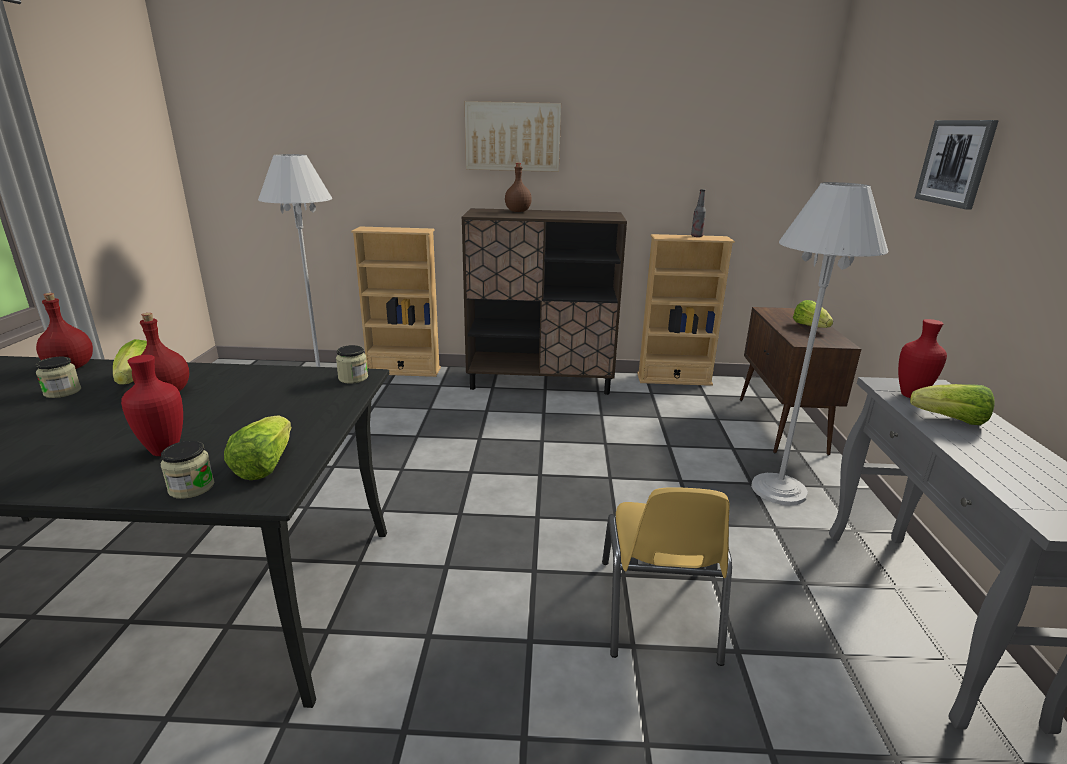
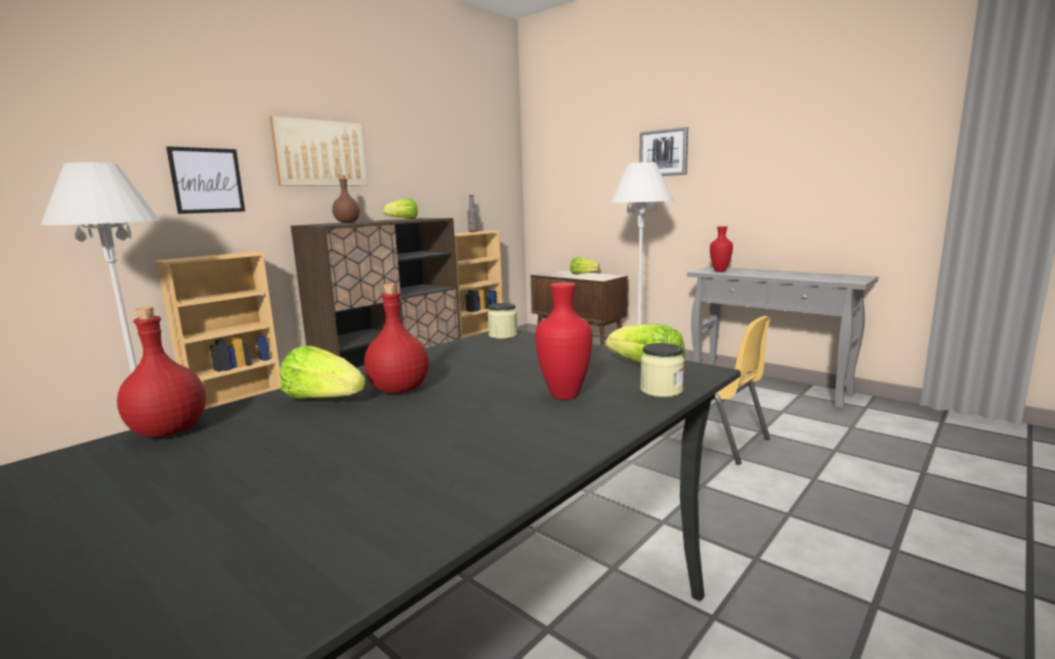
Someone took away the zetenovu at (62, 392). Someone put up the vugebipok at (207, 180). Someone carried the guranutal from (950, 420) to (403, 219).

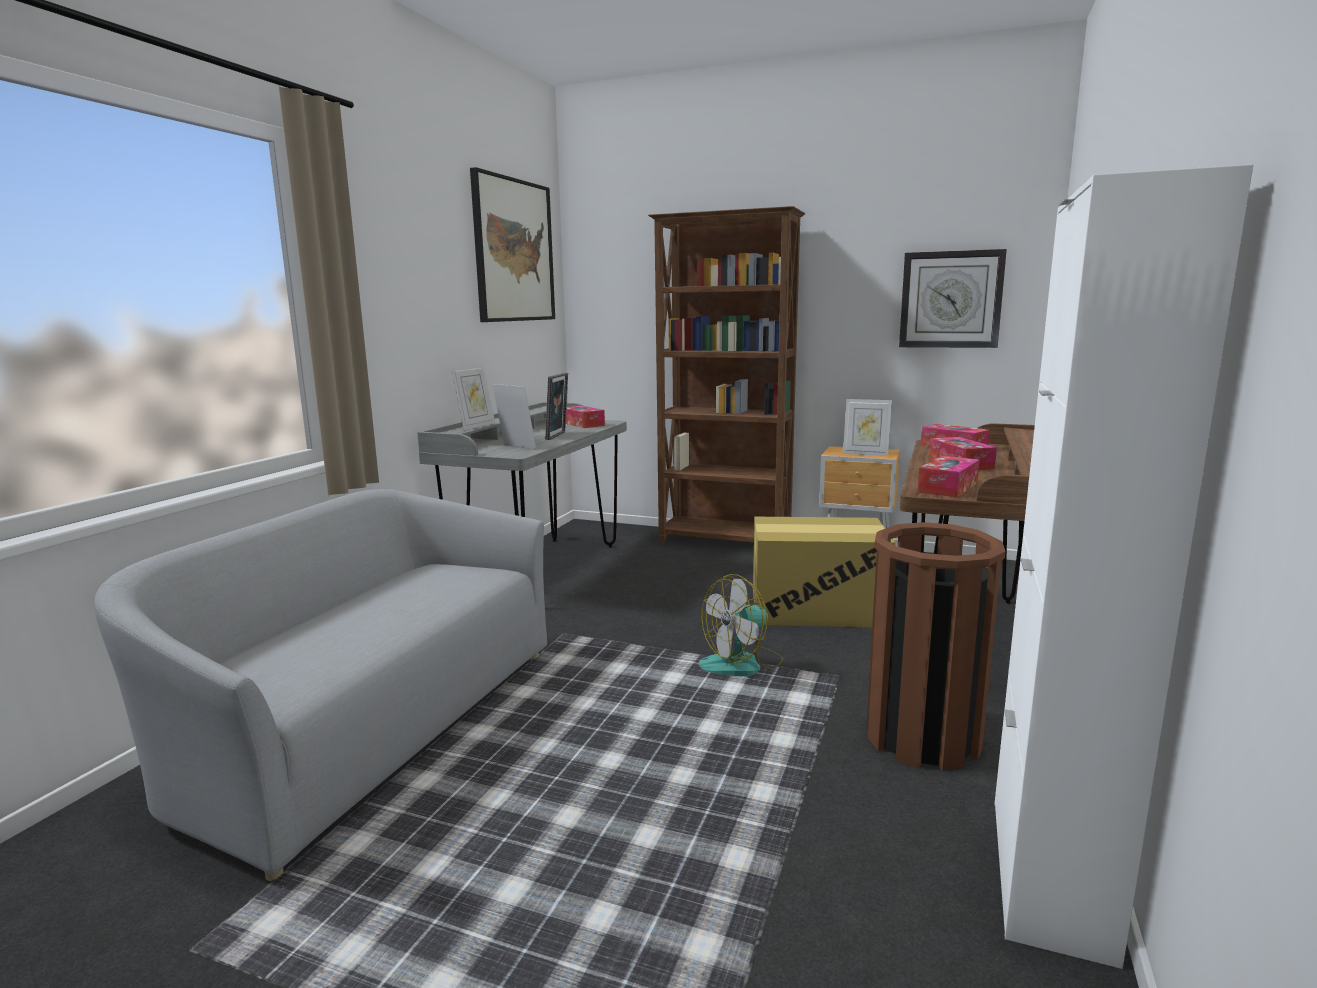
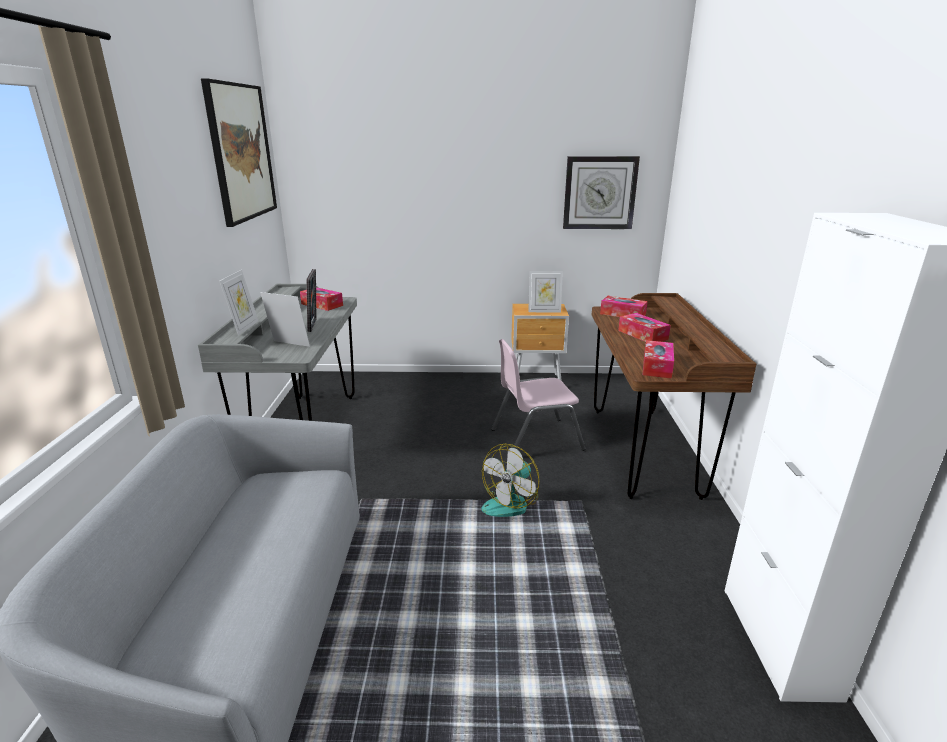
Someone took away the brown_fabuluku at (725, 543). Someone took away the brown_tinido at (923, 738). Someone swapped the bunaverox at (816, 609) for the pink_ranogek at (535, 439).

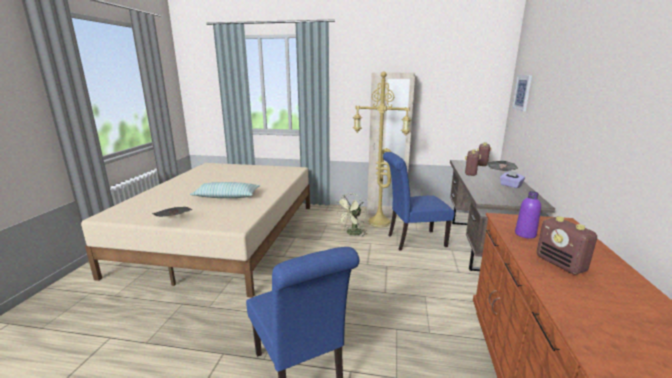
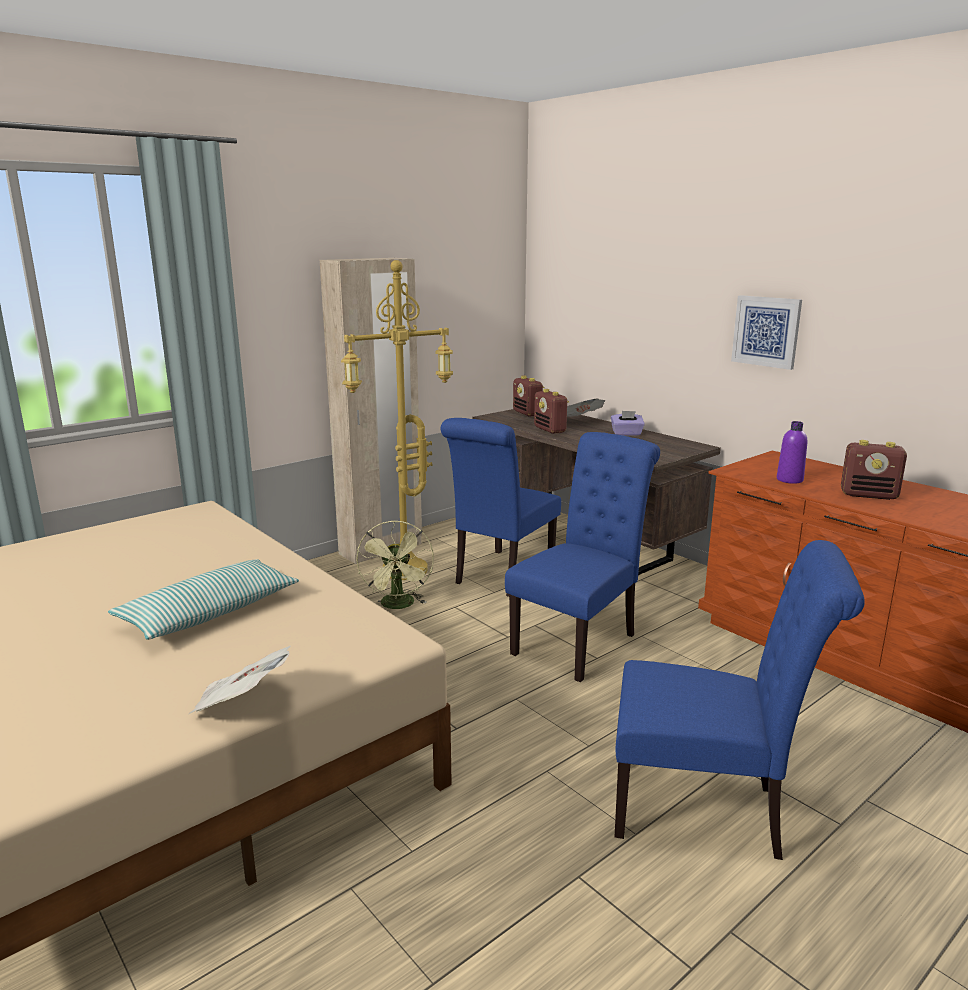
Someone put down the blue_ranogek at (580, 641). Someone carried the vugebipok from (522, 92) to (766, 331).

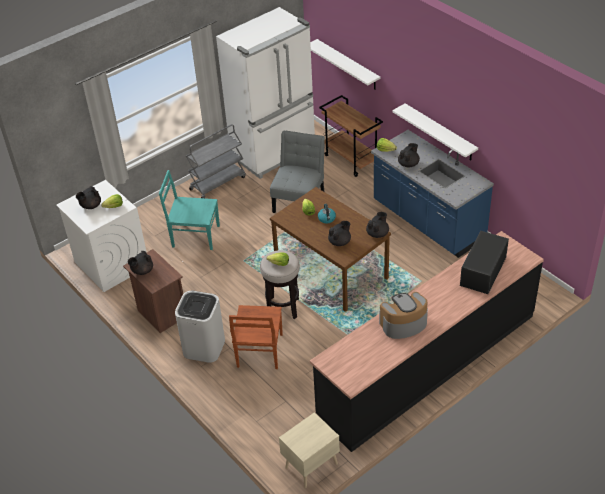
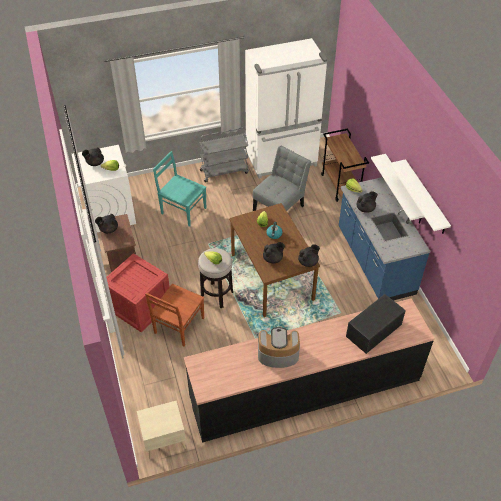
Someone carried the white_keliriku from (348, 65) to (425, 197). Someone swapped the white_tinido at (203, 347) for the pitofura at (139, 306).

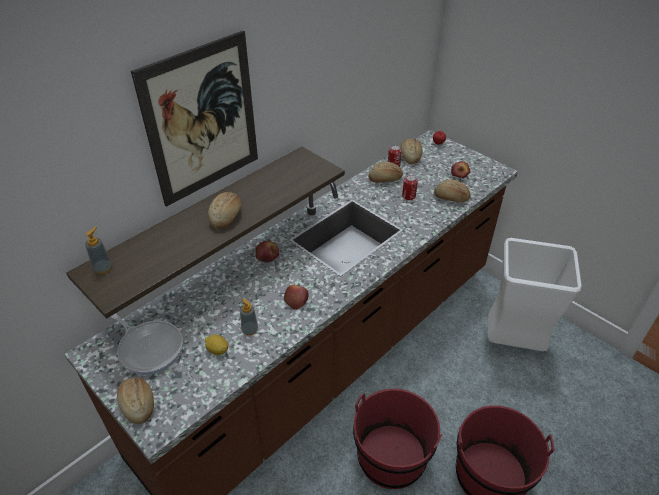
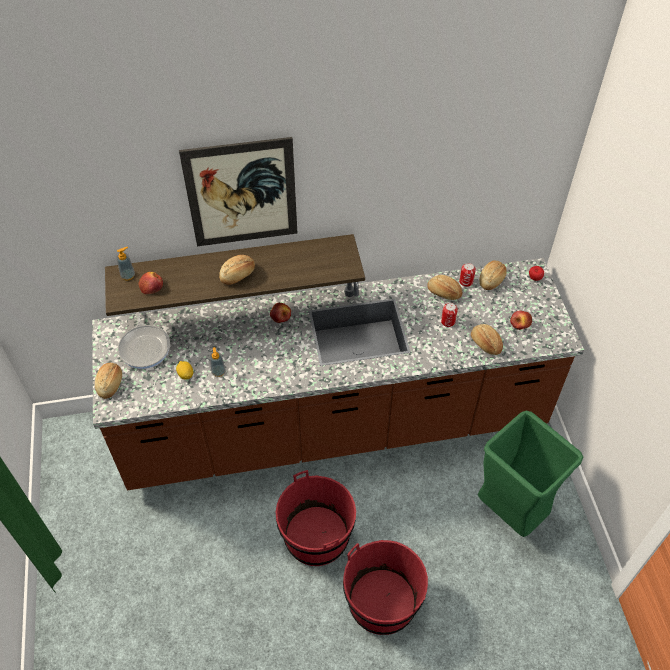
Someone carried the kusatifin from (296, 299) to (151, 286). Someone repainted the white_tinido at (513, 343), which became the green_tinido at (510, 513).

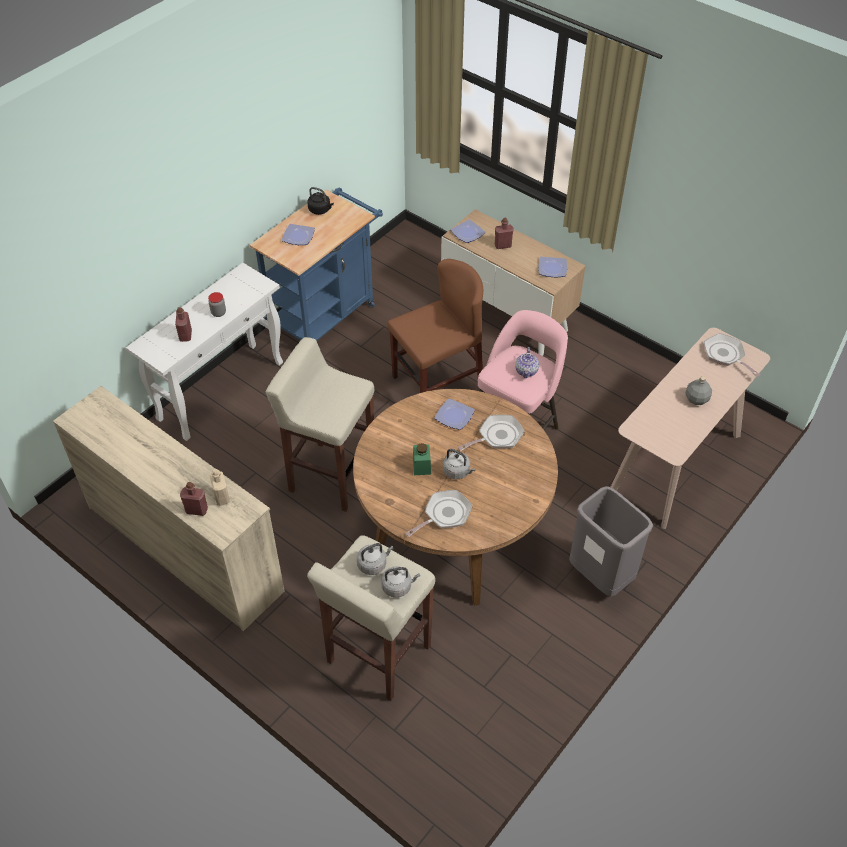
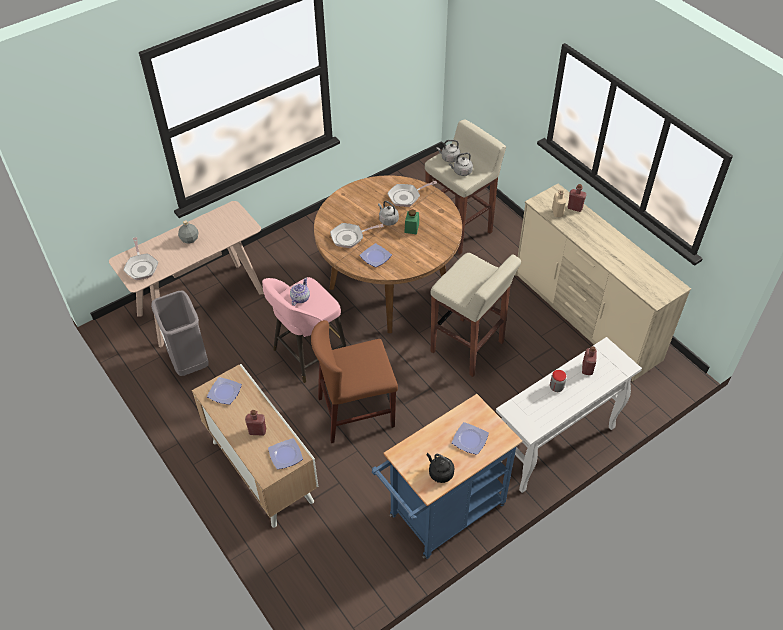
Someone carried the grey_tinido from (601, 576) to (189, 362).

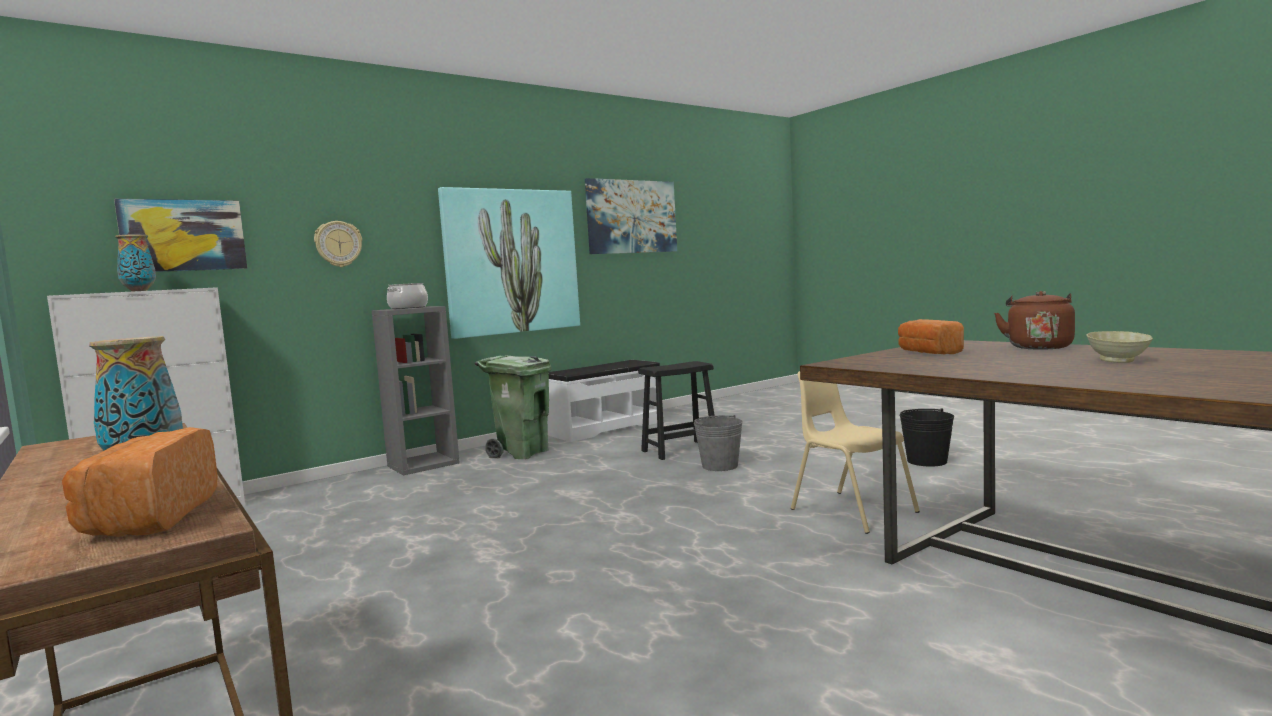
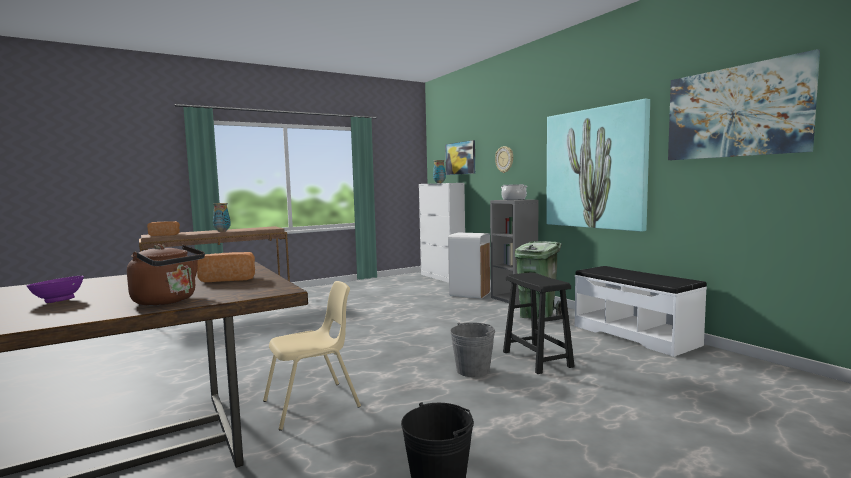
Someone put down the white_tinido at (470, 294). Someone repainted the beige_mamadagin at (1117, 361), which became the purple_mamadagin at (58, 300).

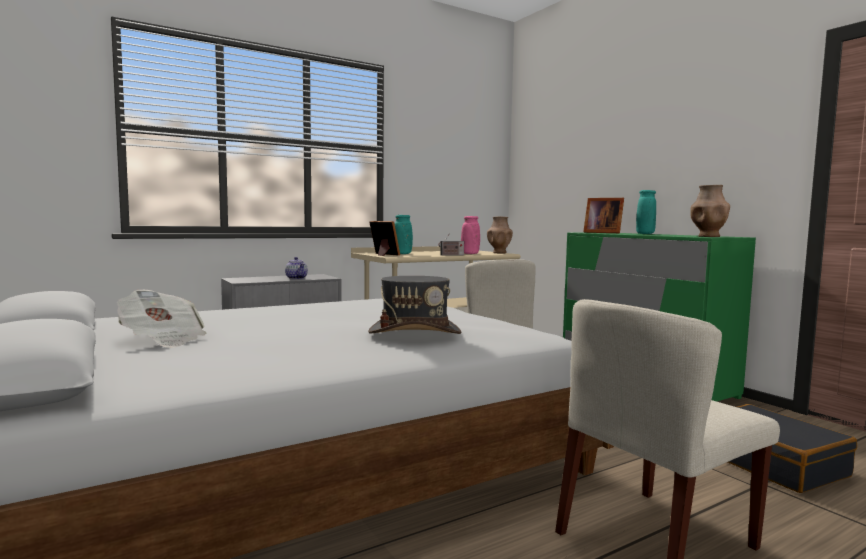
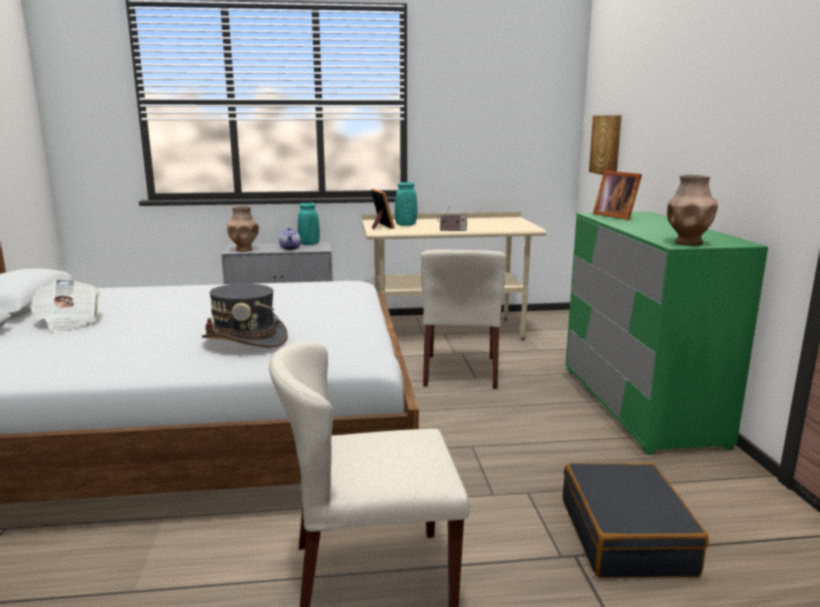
Someone took away the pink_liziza at (470, 254). Someone put up the vugebipok at (606, 145). Someone carried the brown_liziza from (499, 253) to (244, 250). Someone carried the turquoise_liziza from (645, 233) to (309, 244).

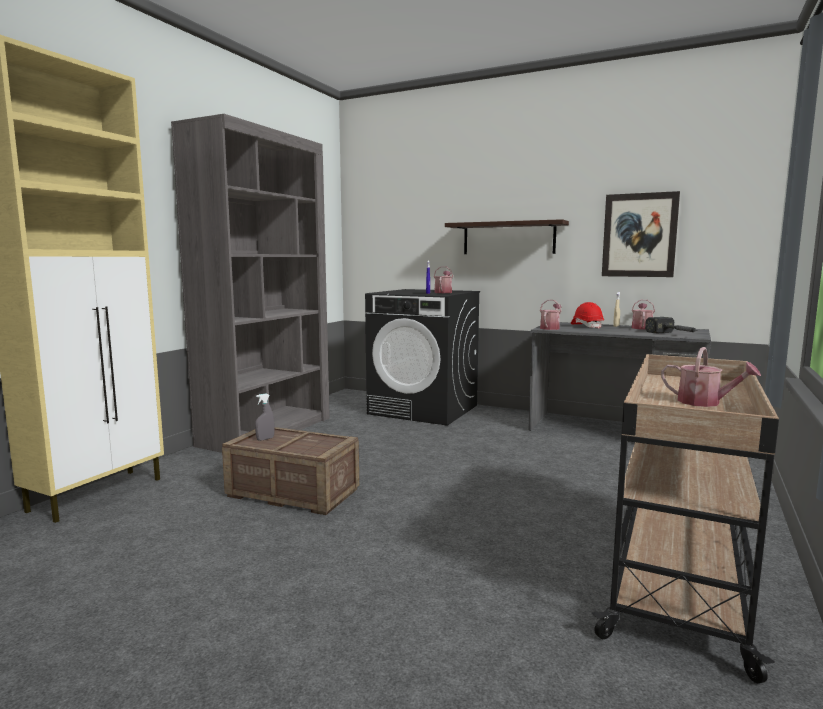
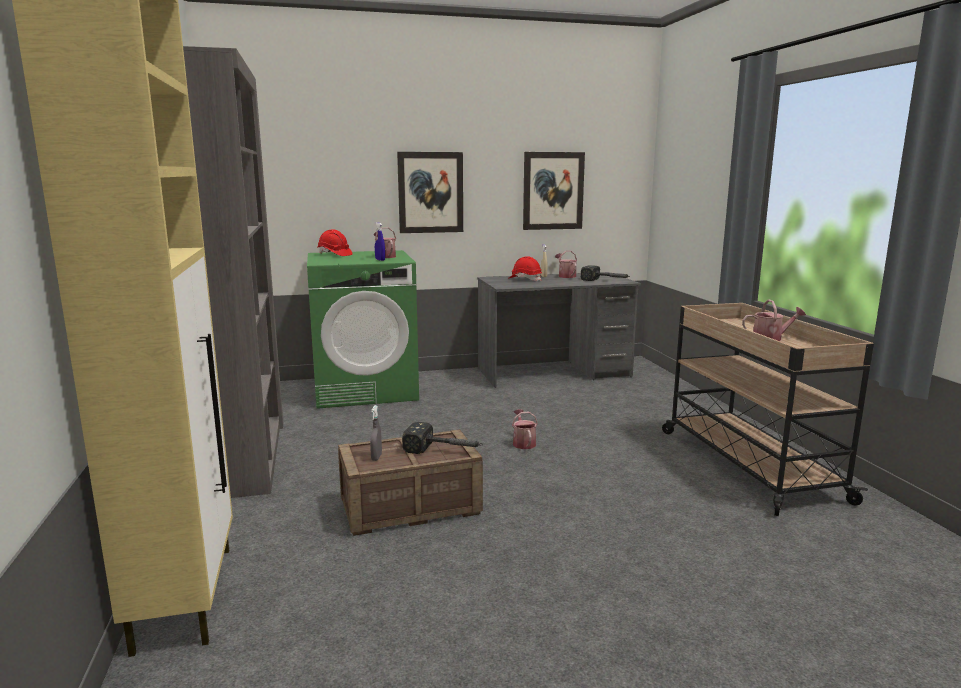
Someone put down the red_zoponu at (334, 254). Someone put down the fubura at (445, 450). Someone carried the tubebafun from (550, 328) to (523, 442). Someone swapped the keliriku at (508, 238) for the vugebipok at (430, 192). Someone repainted the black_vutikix at (424, 410), which became the green_vutikix at (366, 389).

